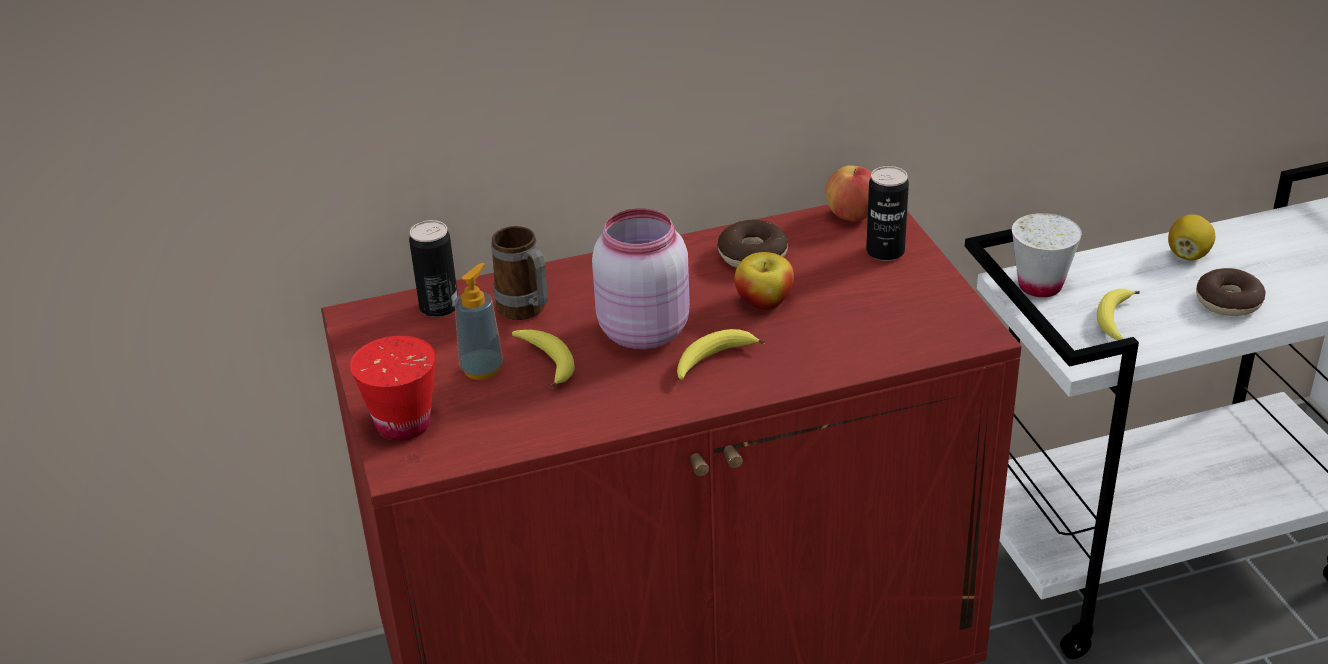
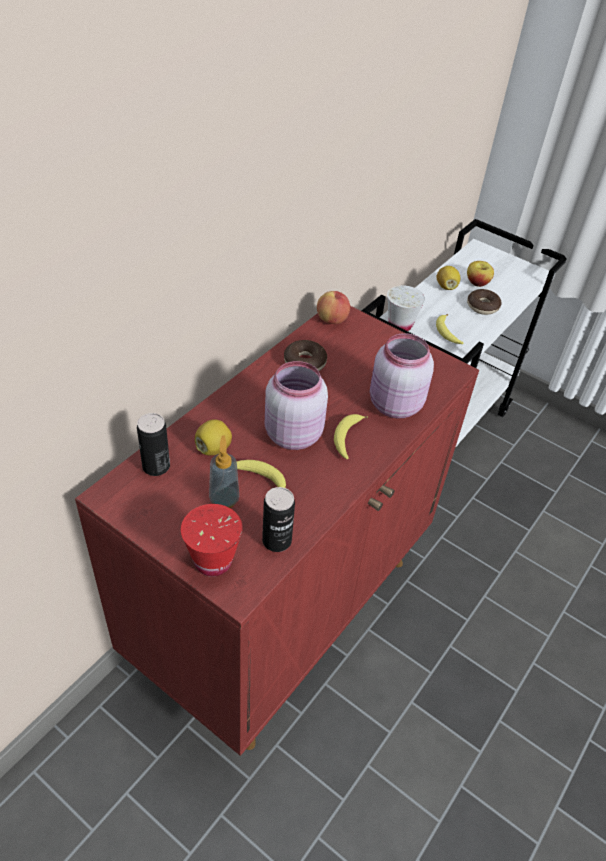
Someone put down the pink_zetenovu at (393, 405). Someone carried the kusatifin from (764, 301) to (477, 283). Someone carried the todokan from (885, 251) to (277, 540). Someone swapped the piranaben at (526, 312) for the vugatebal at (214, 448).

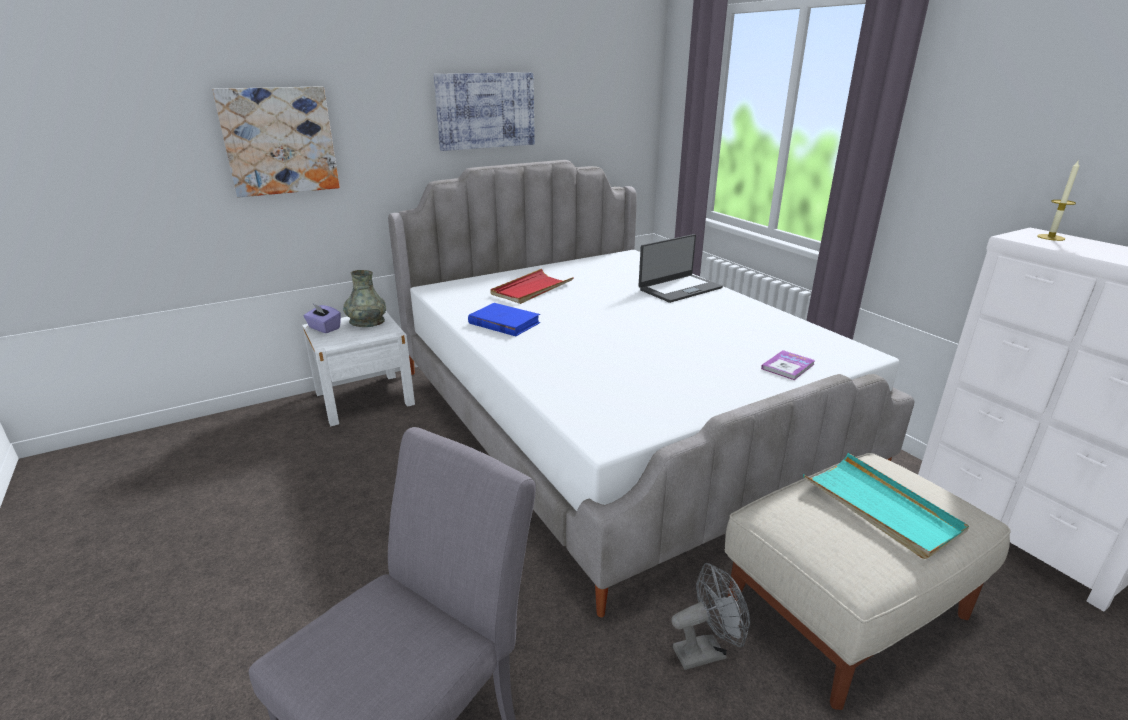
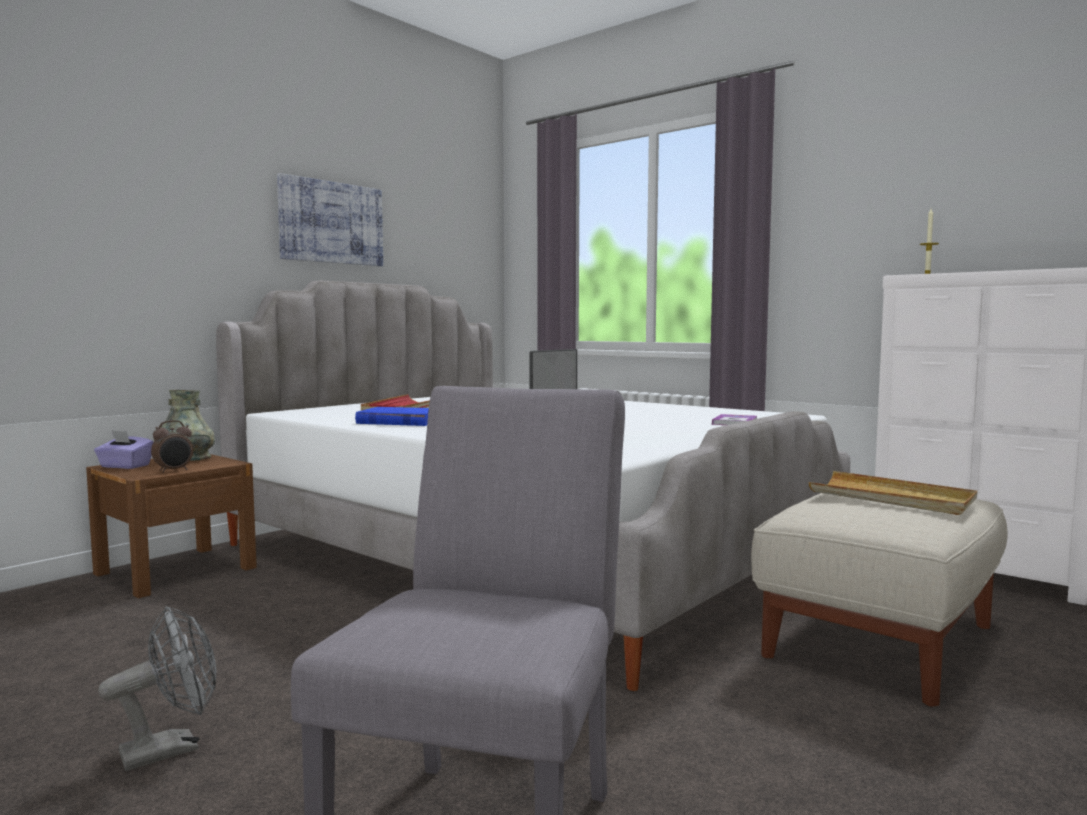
Someone took away the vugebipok at (279, 141). Someone put down the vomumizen at (174, 471). Someone carried the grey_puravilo from (706, 651) to (172, 748). Someone repainted the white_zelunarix at (364, 398), which became the brown_zelunarix at (175, 571). Someone repainted the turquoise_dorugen at (880, 507), which became the beige_dorugen at (892, 498).

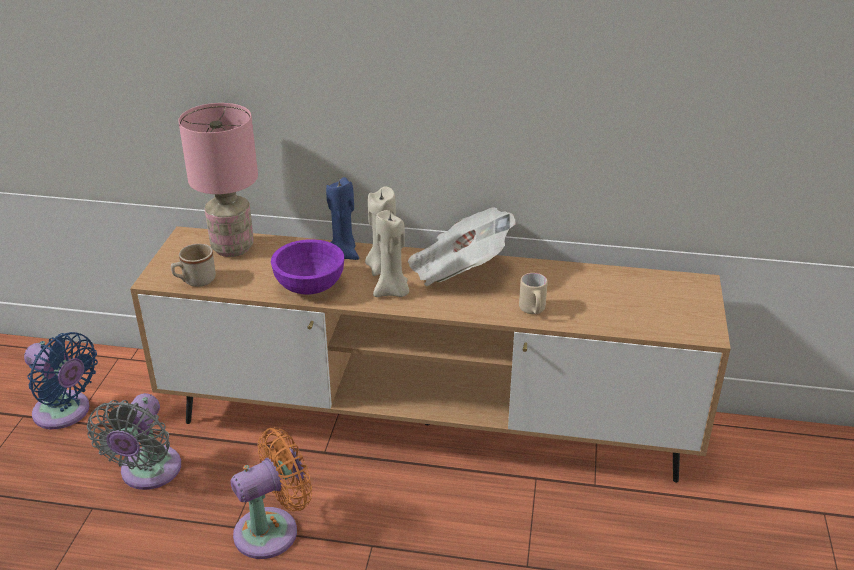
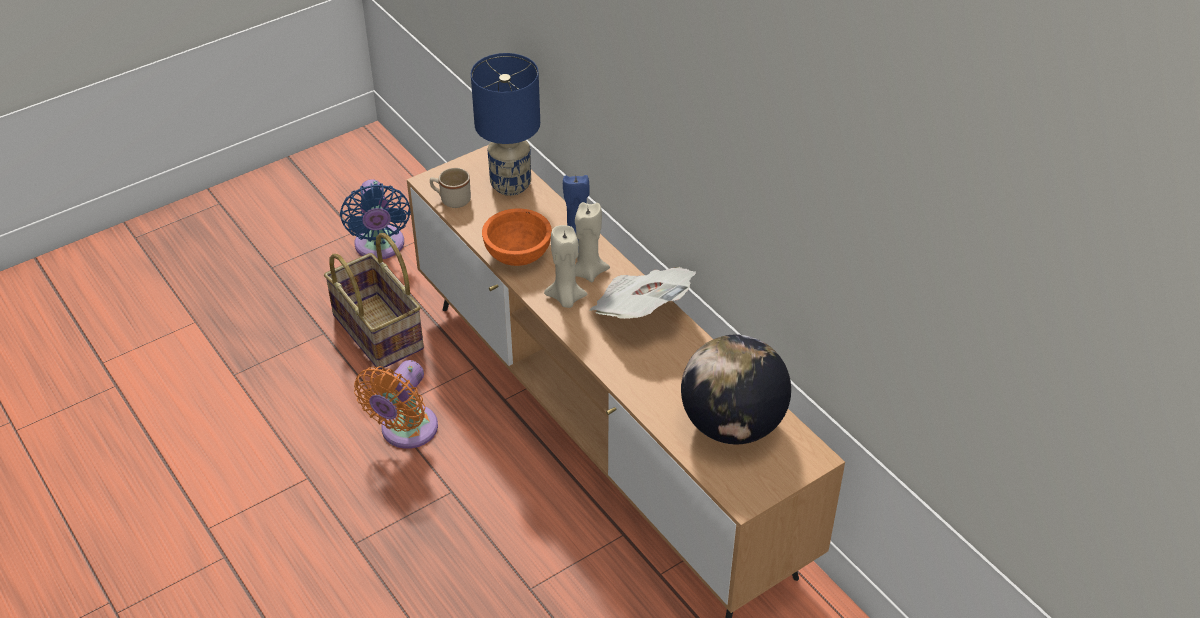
Someone took away the beige_piranaben at (533, 311). Someone put down the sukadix at (732, 425). Someone swapped the grey_puravilo at (148, 473) for the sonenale at (379, 331). Someone repainted the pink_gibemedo at (233, 248), which became the blue_gibemedo at (510, 185). Someone repainted the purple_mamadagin at (309, 286), which became the orange_mamadagin at (517, 254). Someone rotated the orange_puravilo at (272, 530) by 105 degrees clockwise.

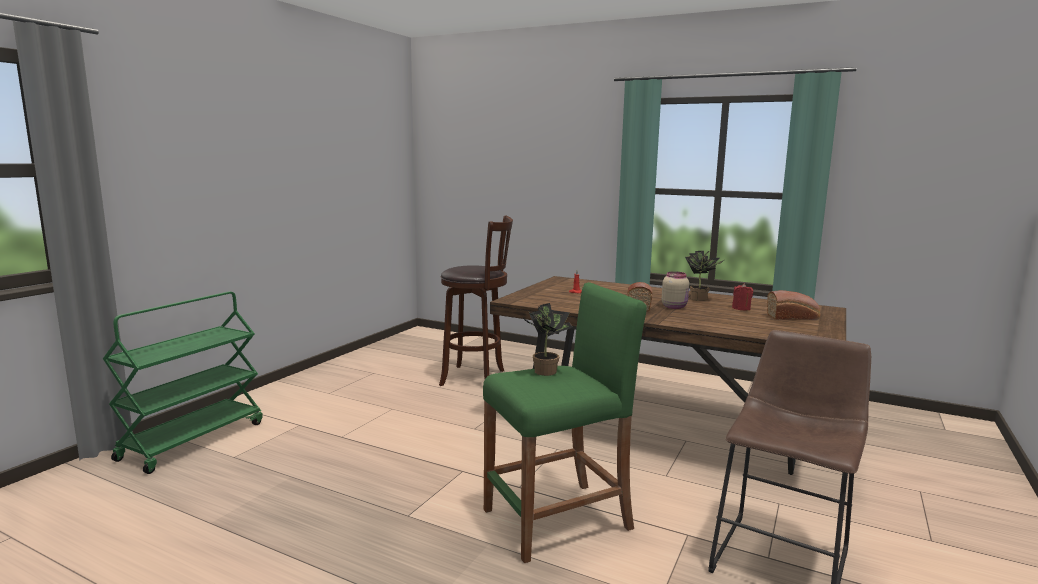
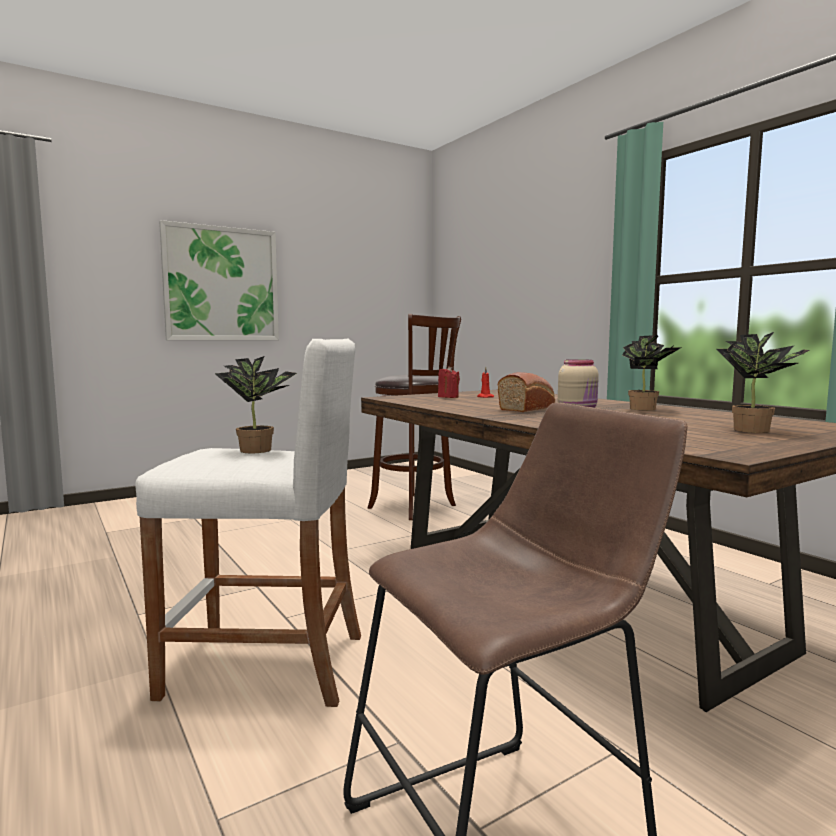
Someone took away the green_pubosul at (193, 440). Someone put up the vugebipok at (221, 284). Someone carried the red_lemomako from (741, 308) to (448, 397). Someone swapped the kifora at (793, 317) for the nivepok at (756, 430). Someone repainted the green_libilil at (557, 520), which became the white_libilil at (266, 665).

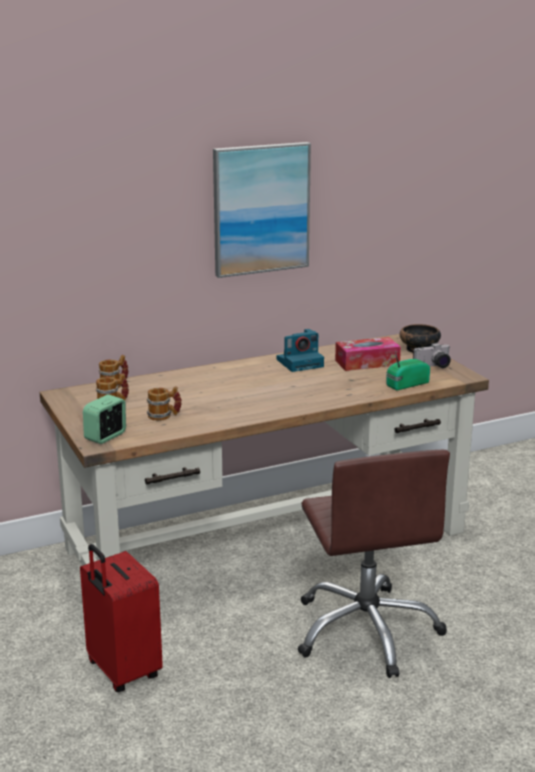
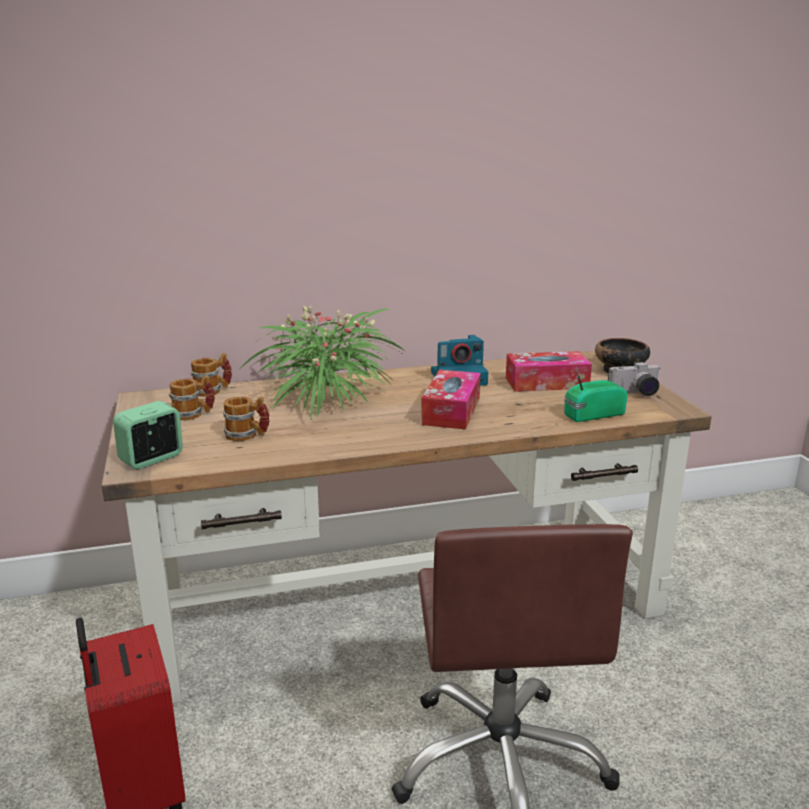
Someone took away the vugebipok at (260, 209). Someone put down the nivepok at (326, 396). Someone put down the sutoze at (451, 411).

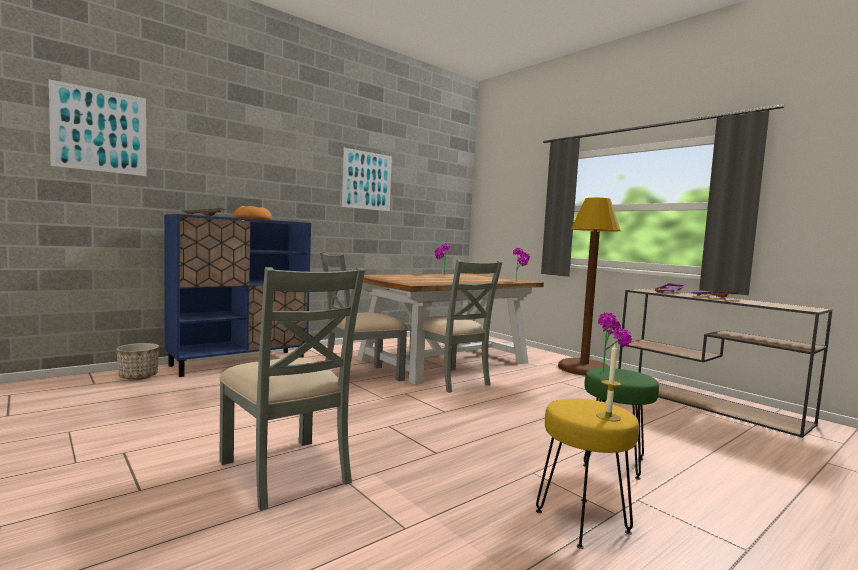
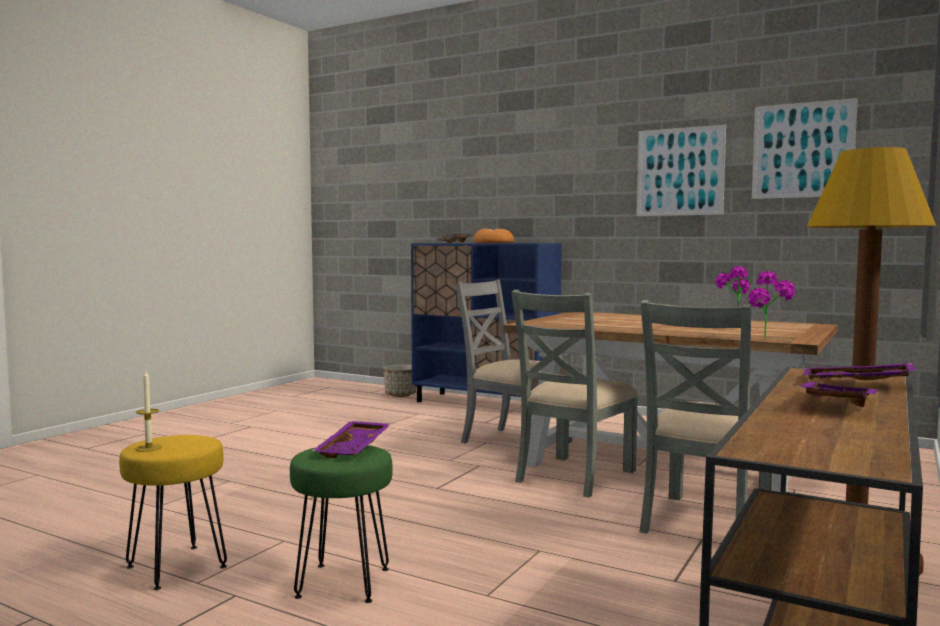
Someone carried the vugebipok from (100, 130) to (802, 150). Someone carried the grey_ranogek from (286, 471) to (704, 522). Someone swapped the nivepok at (609, 371) for the purple_dorugen at (355, 449).

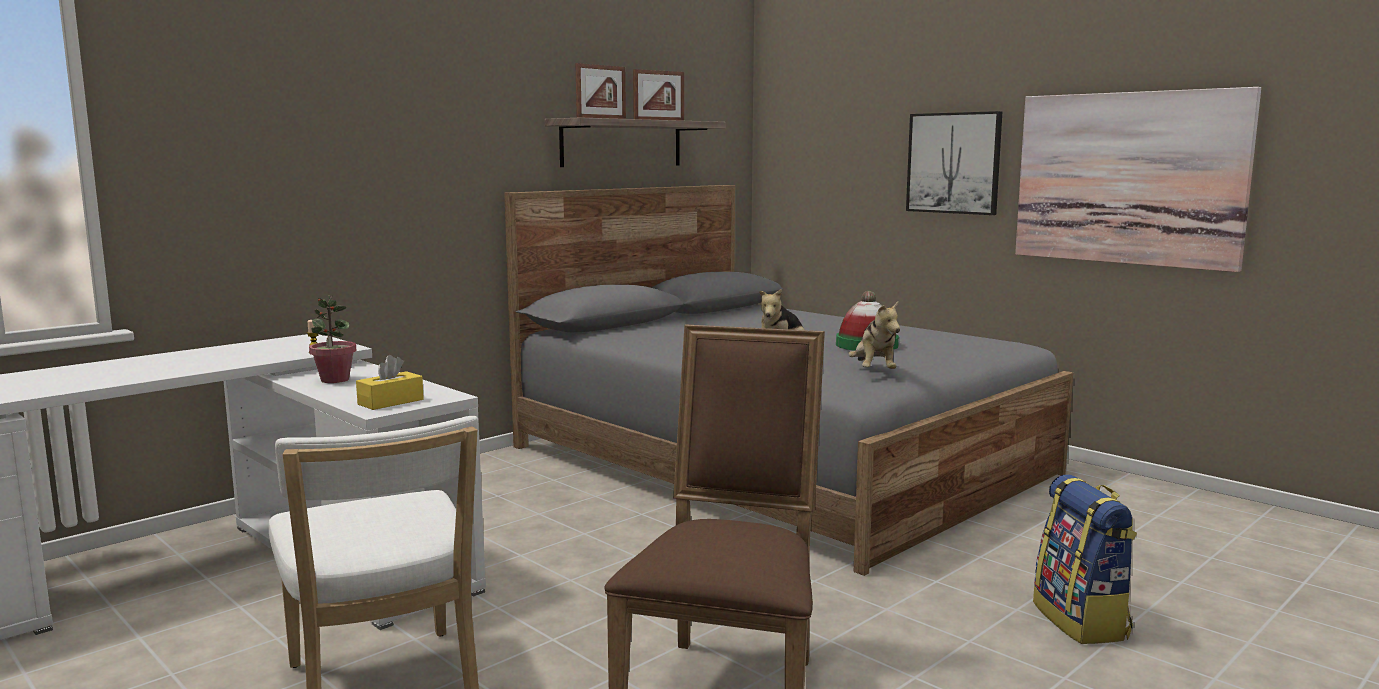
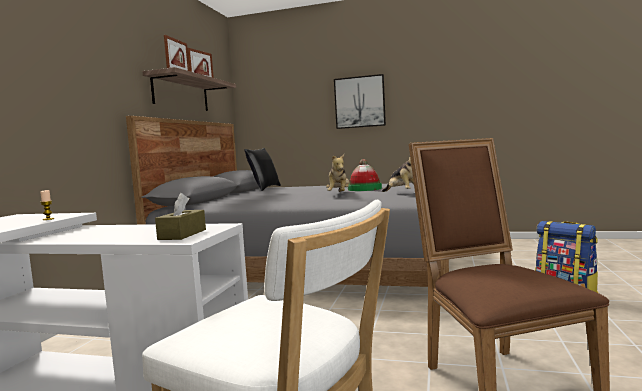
Someone took away the nivepok at (334, 380). Someone took away the vugebipok at (1128, 178). Someone put down the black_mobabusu at (264, 188). Someone repainted the yellow_sutoze at (390, 402), which became the brown_sutoze at (182, 234).

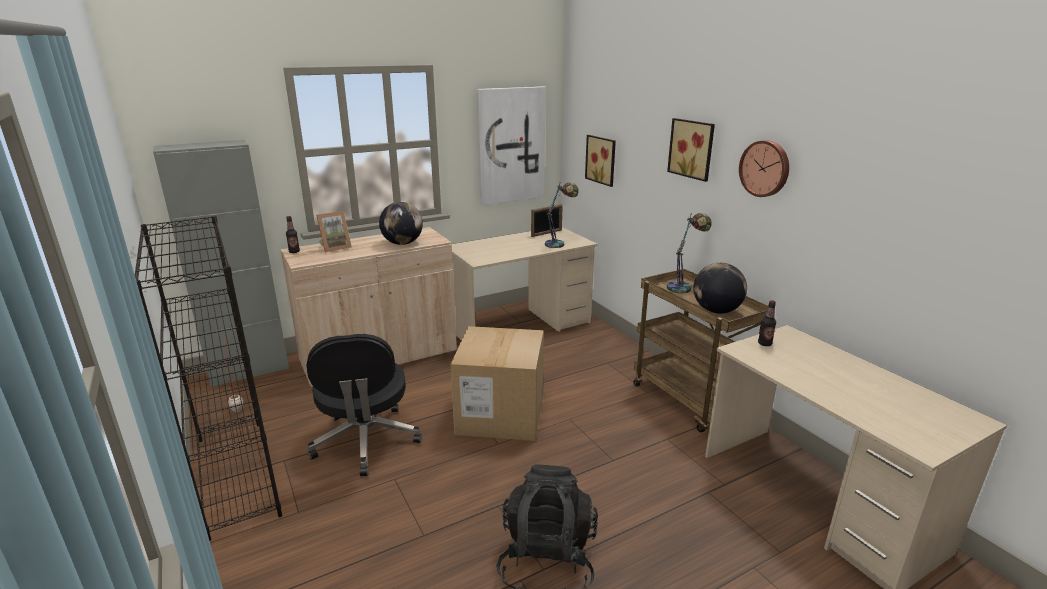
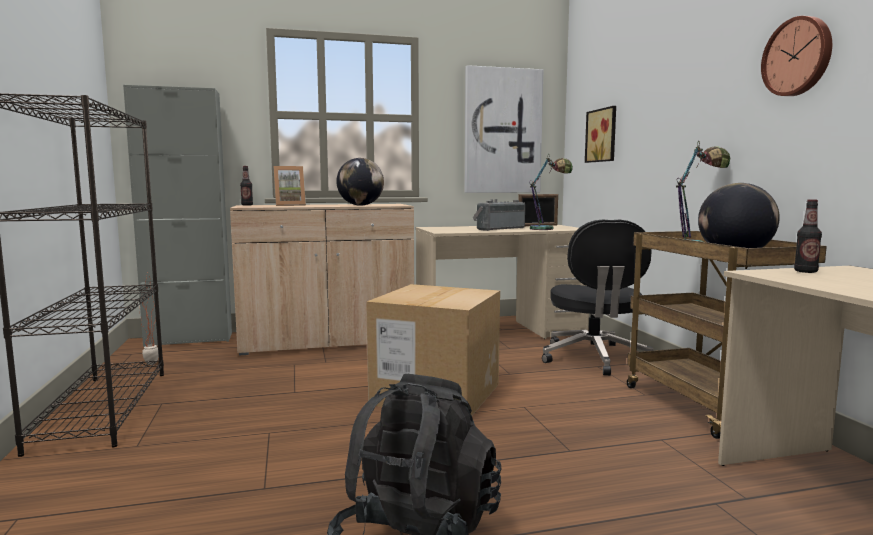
Someone took away the vugebipok at (692, 148). Someone put down the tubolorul at (499, 228). Someone carried the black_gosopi from (366, 441) to (594, 358).

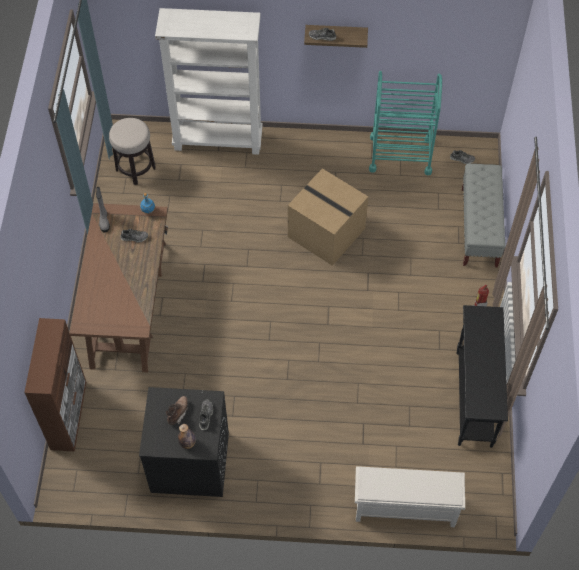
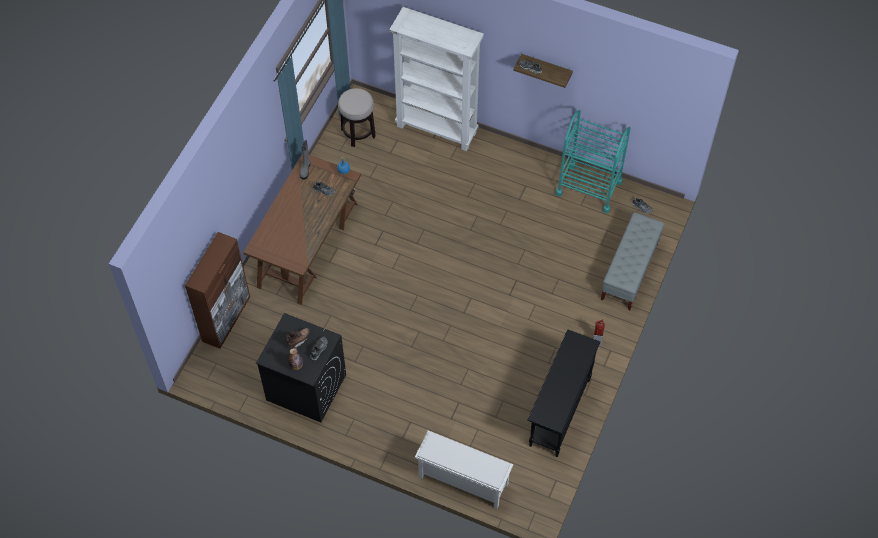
Someone took away the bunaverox at (327, 232).

